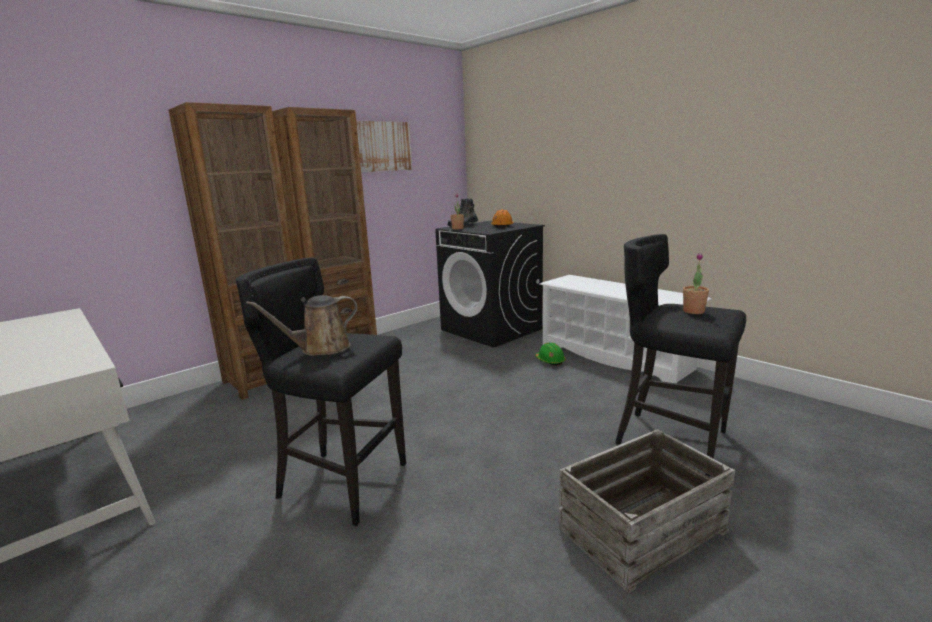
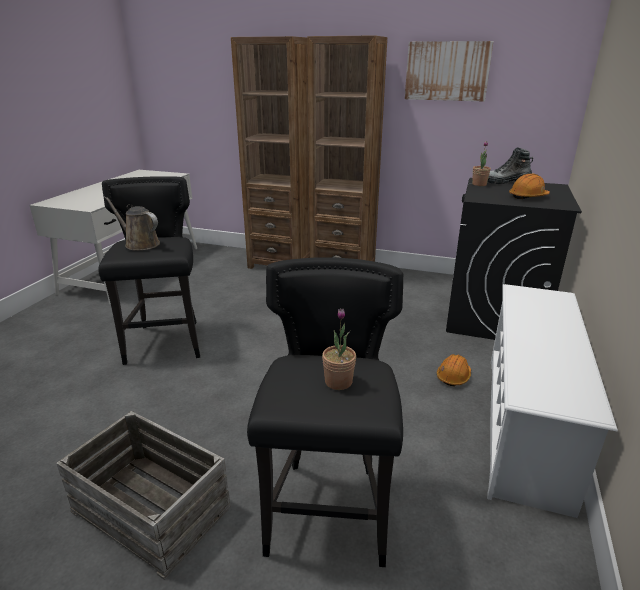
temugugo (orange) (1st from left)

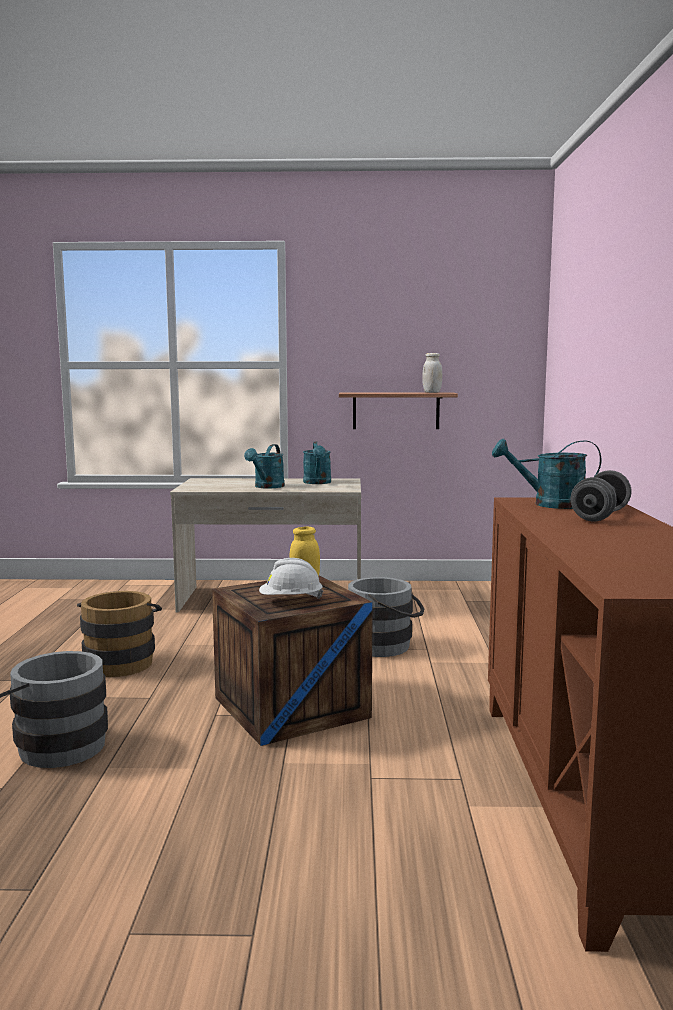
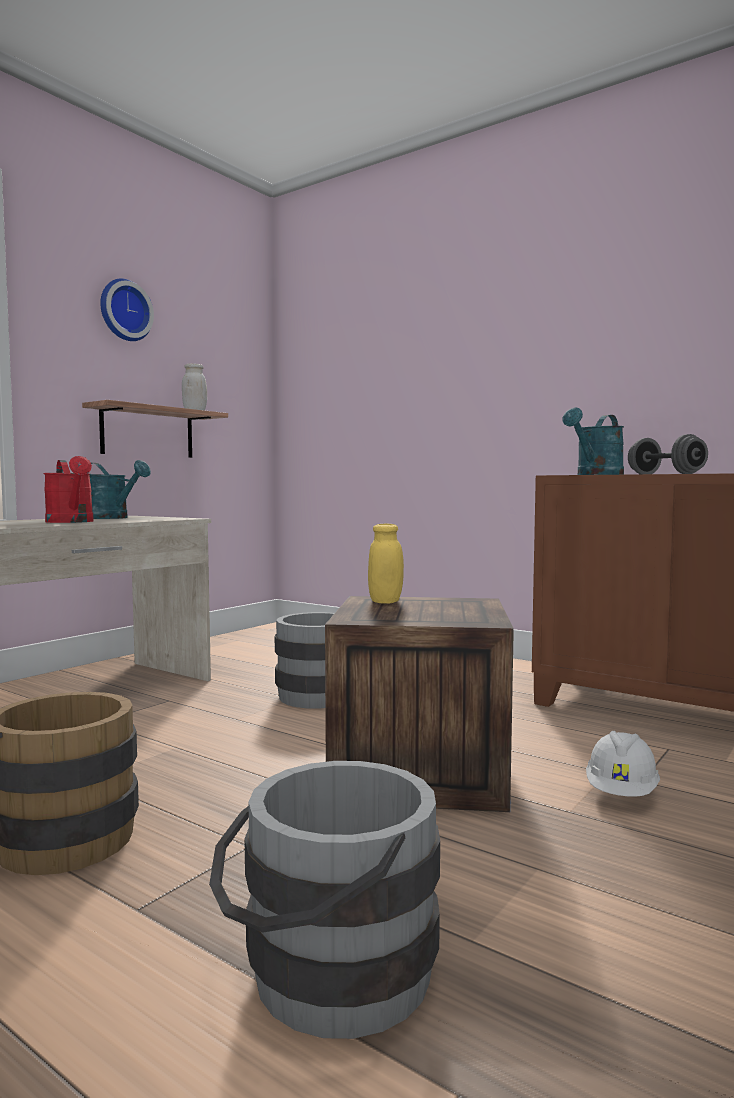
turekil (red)
temugugo (white)
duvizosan

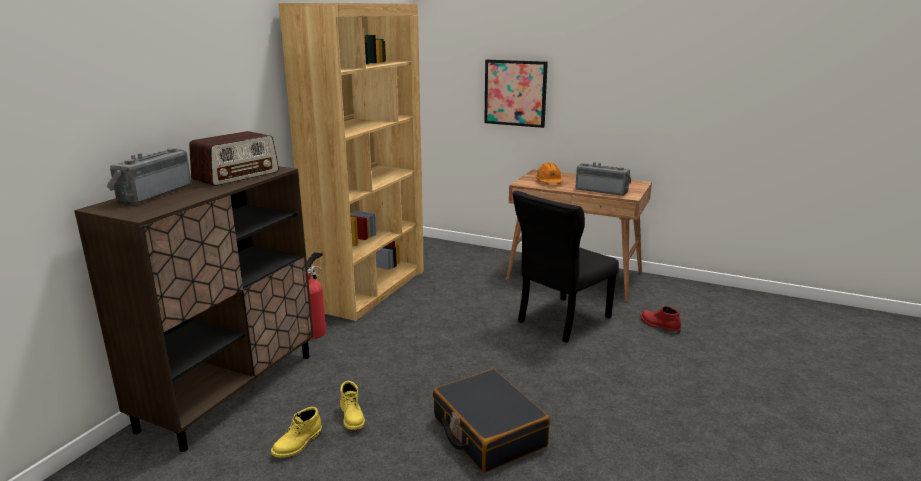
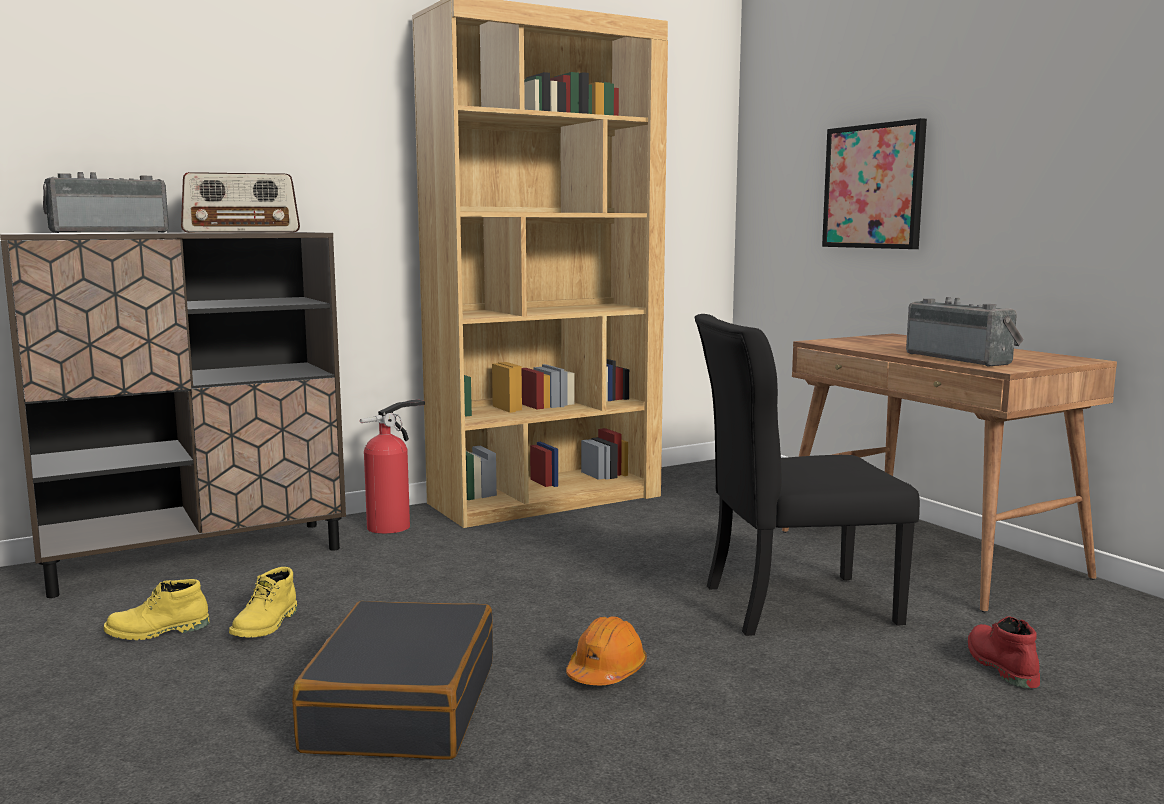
temugugo (orange)

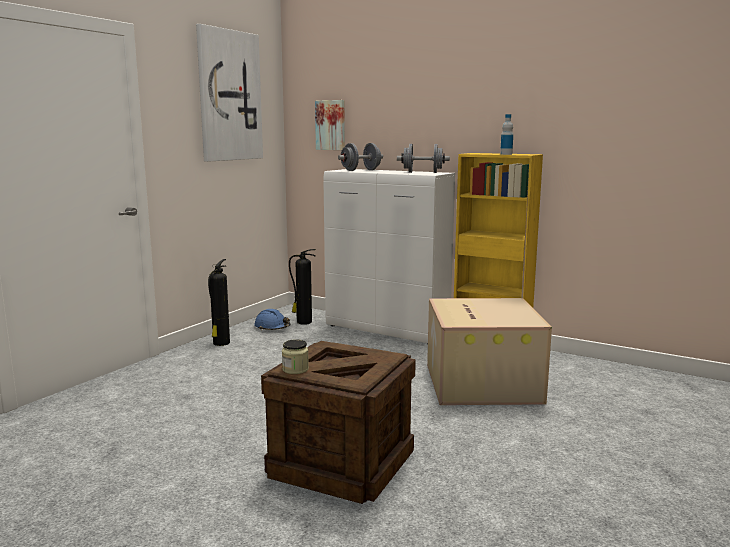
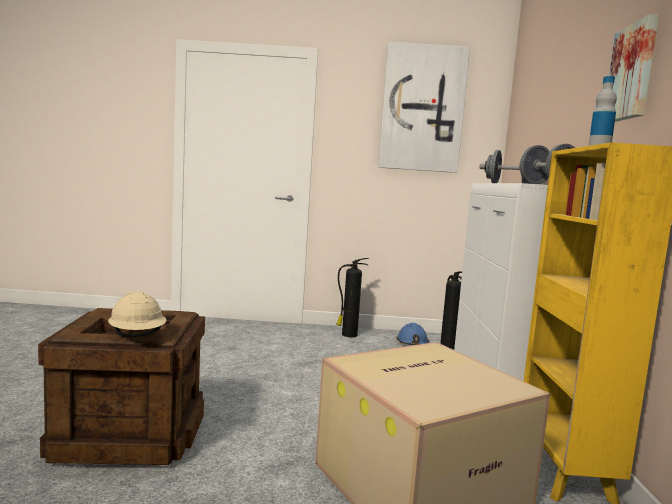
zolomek (2nd from left)
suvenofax
temugugo (beige)

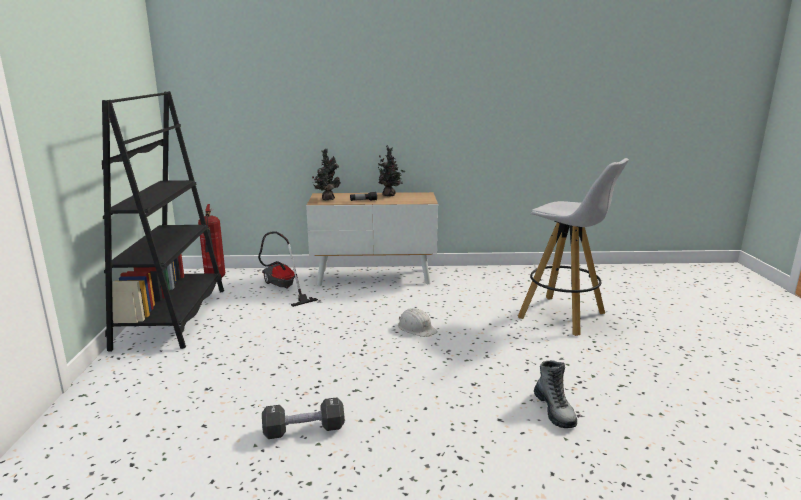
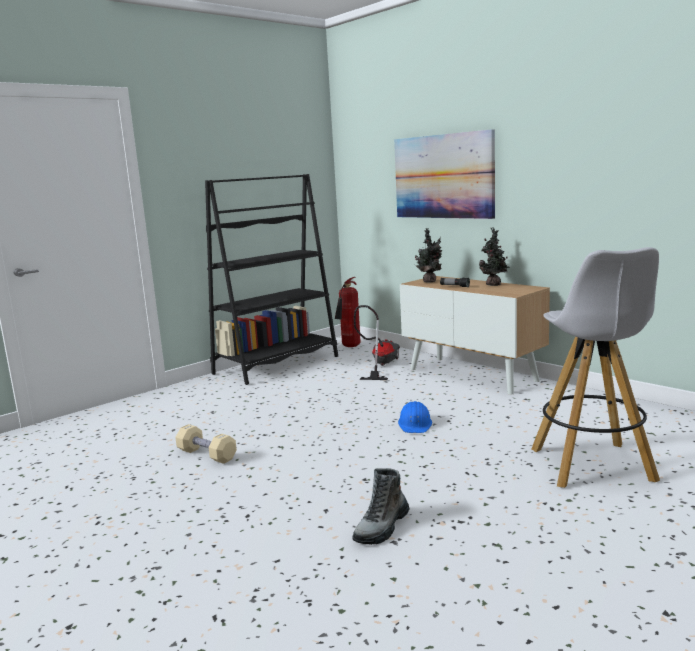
temugugo (blue)
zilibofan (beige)
zolomek

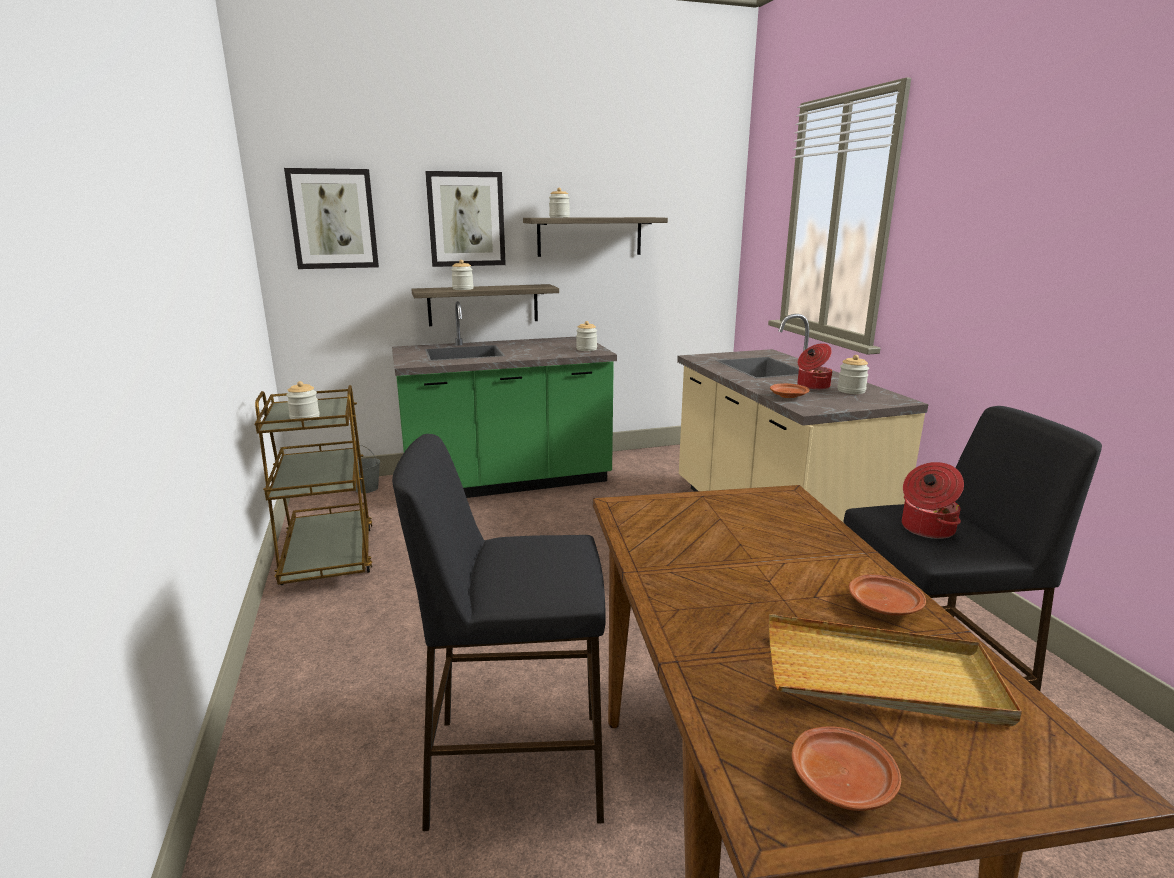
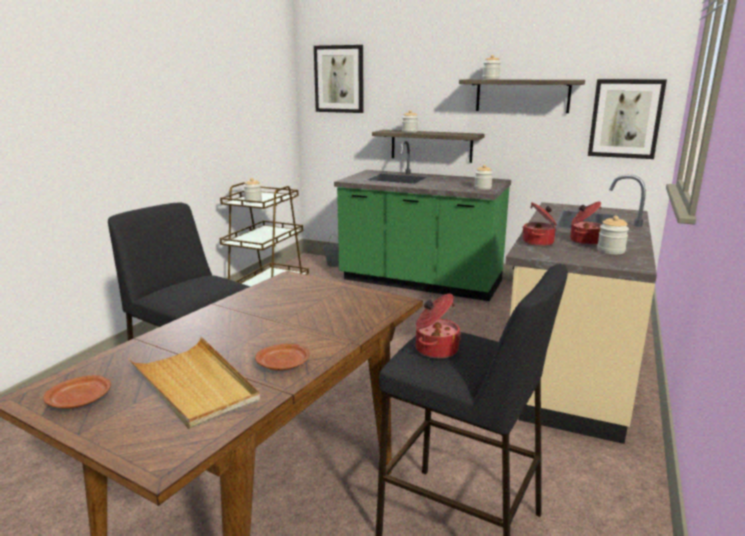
zolomek (2nd from left)
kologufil (2nd from left)

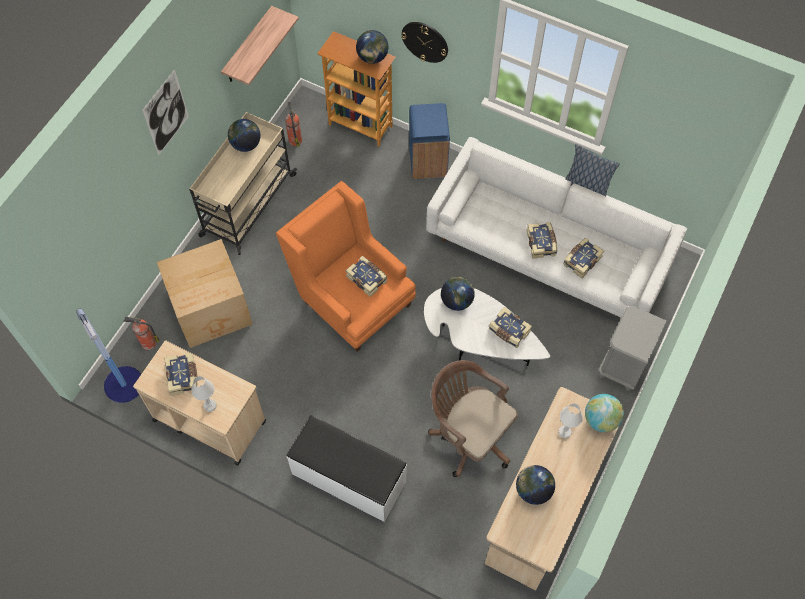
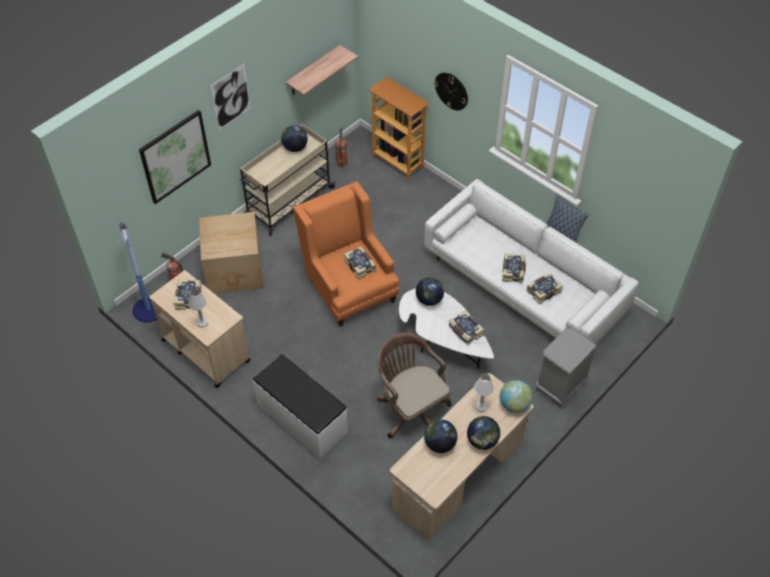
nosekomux (4th from left)
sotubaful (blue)
zolomek (1st from left)

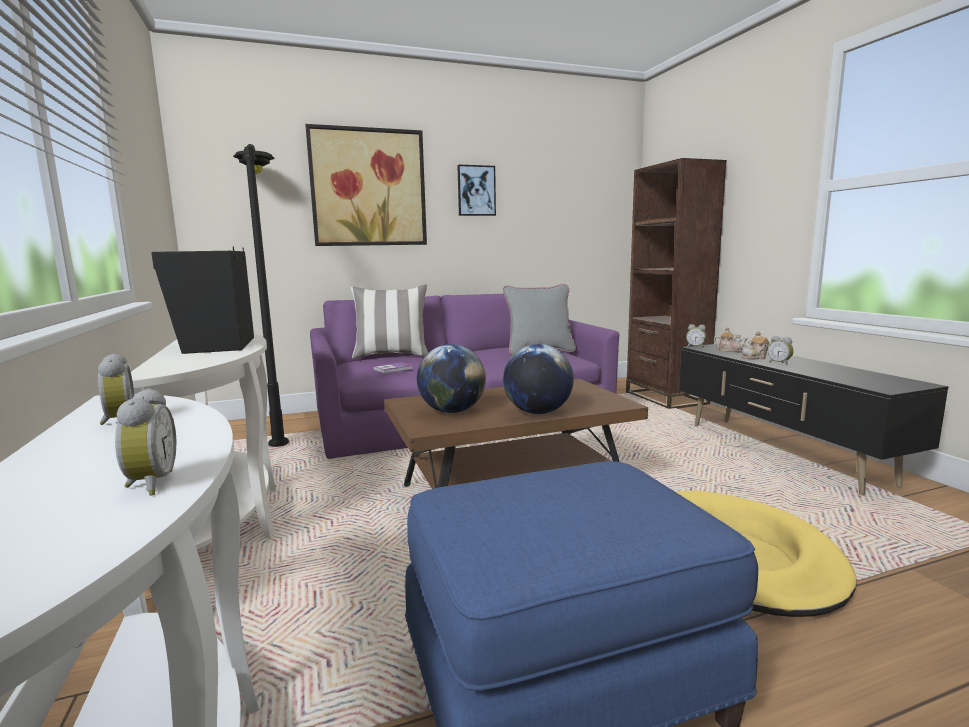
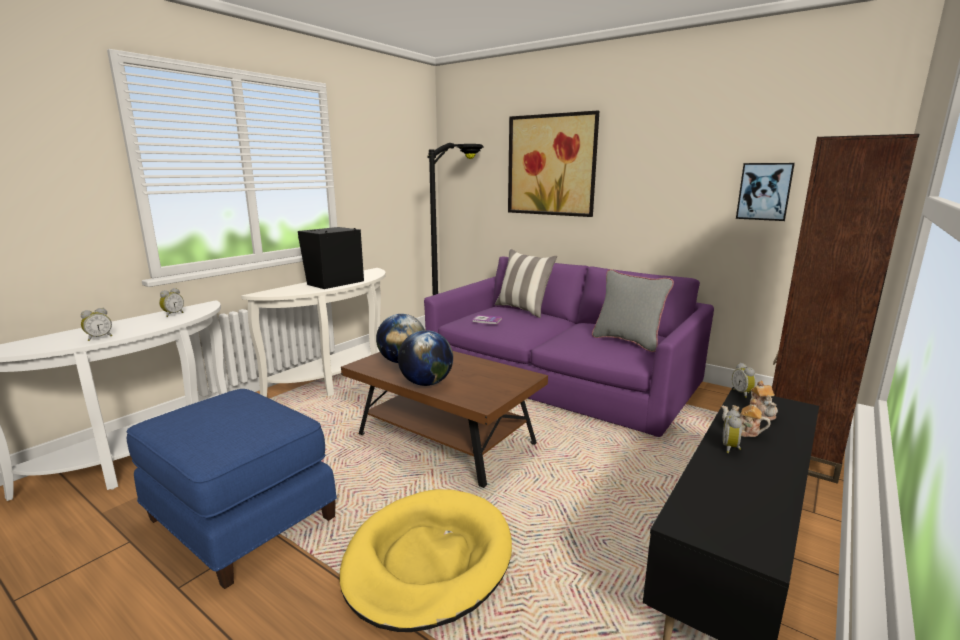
zolomek (2nd from left)

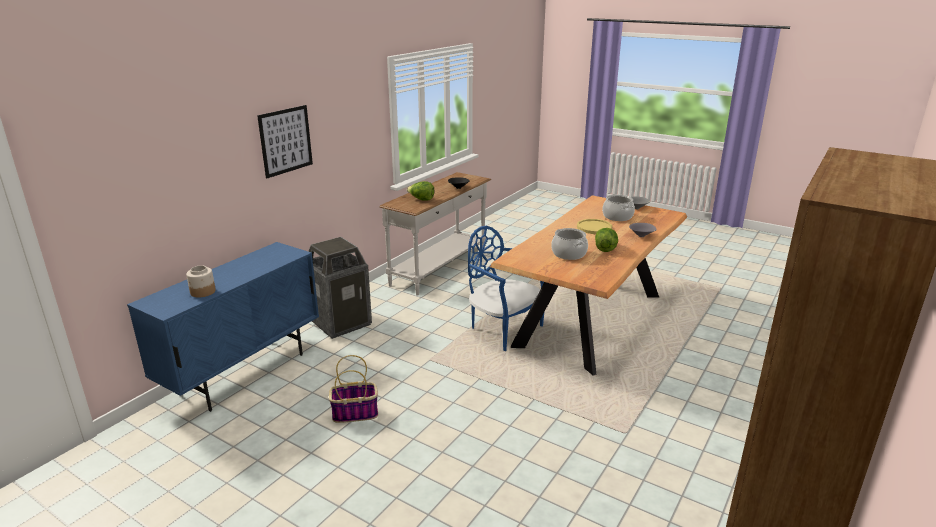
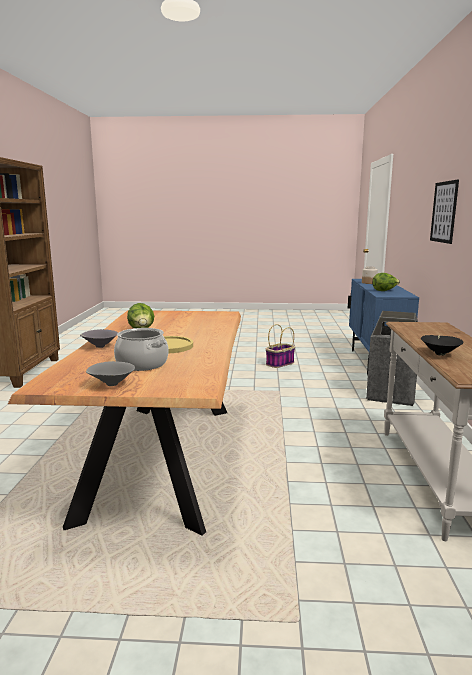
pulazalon (2nd from left)
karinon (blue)
kologufil (1st from left in the first image)

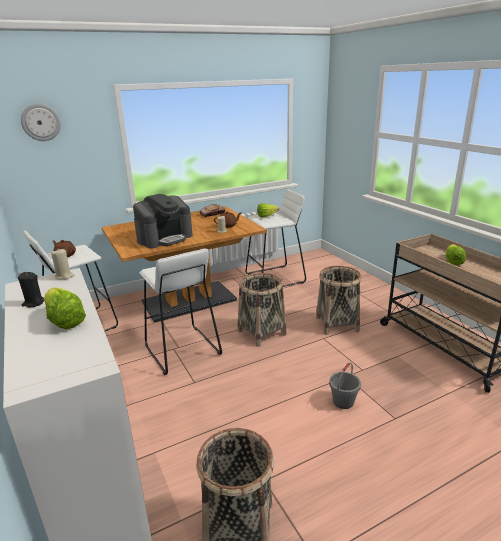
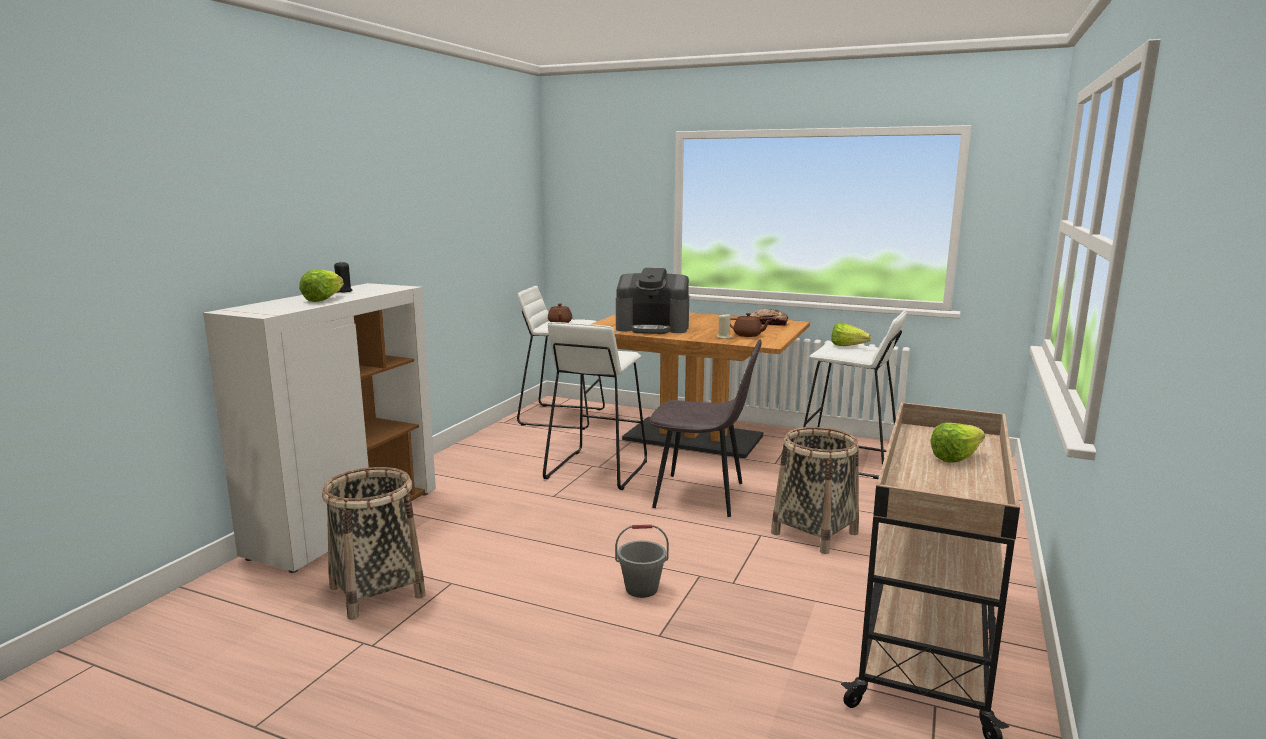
duvizosan
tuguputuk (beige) (1st from left in the first image)
karinon (grey)

